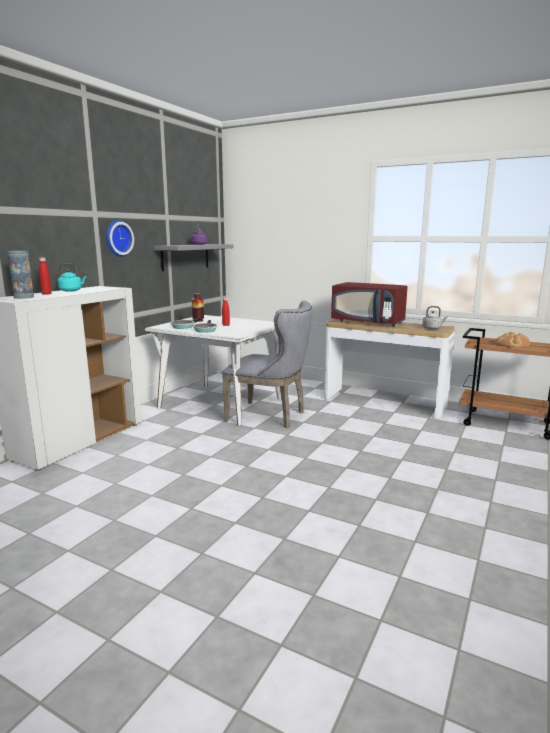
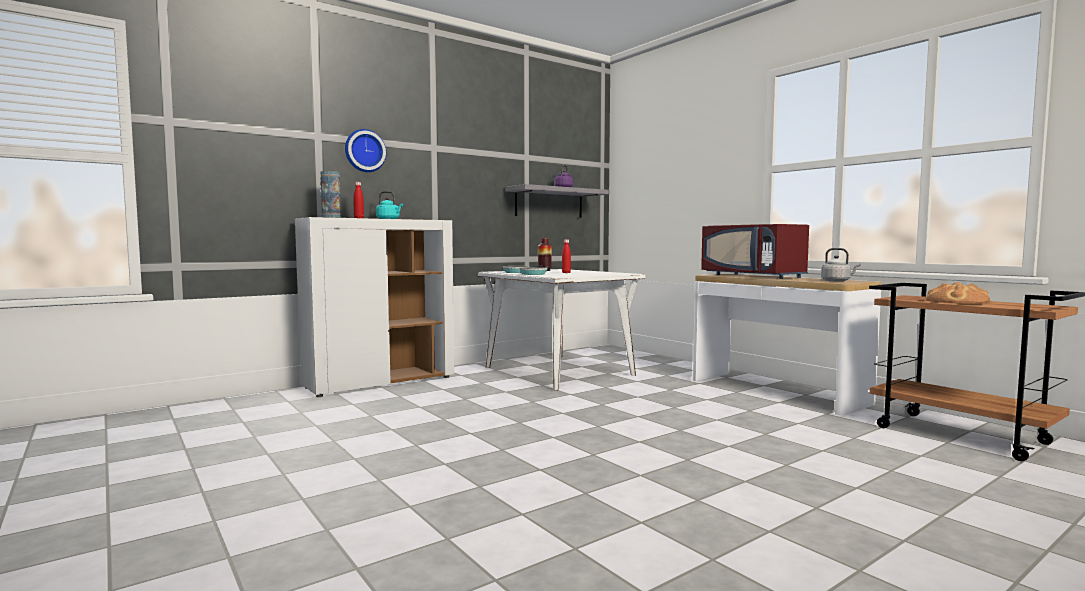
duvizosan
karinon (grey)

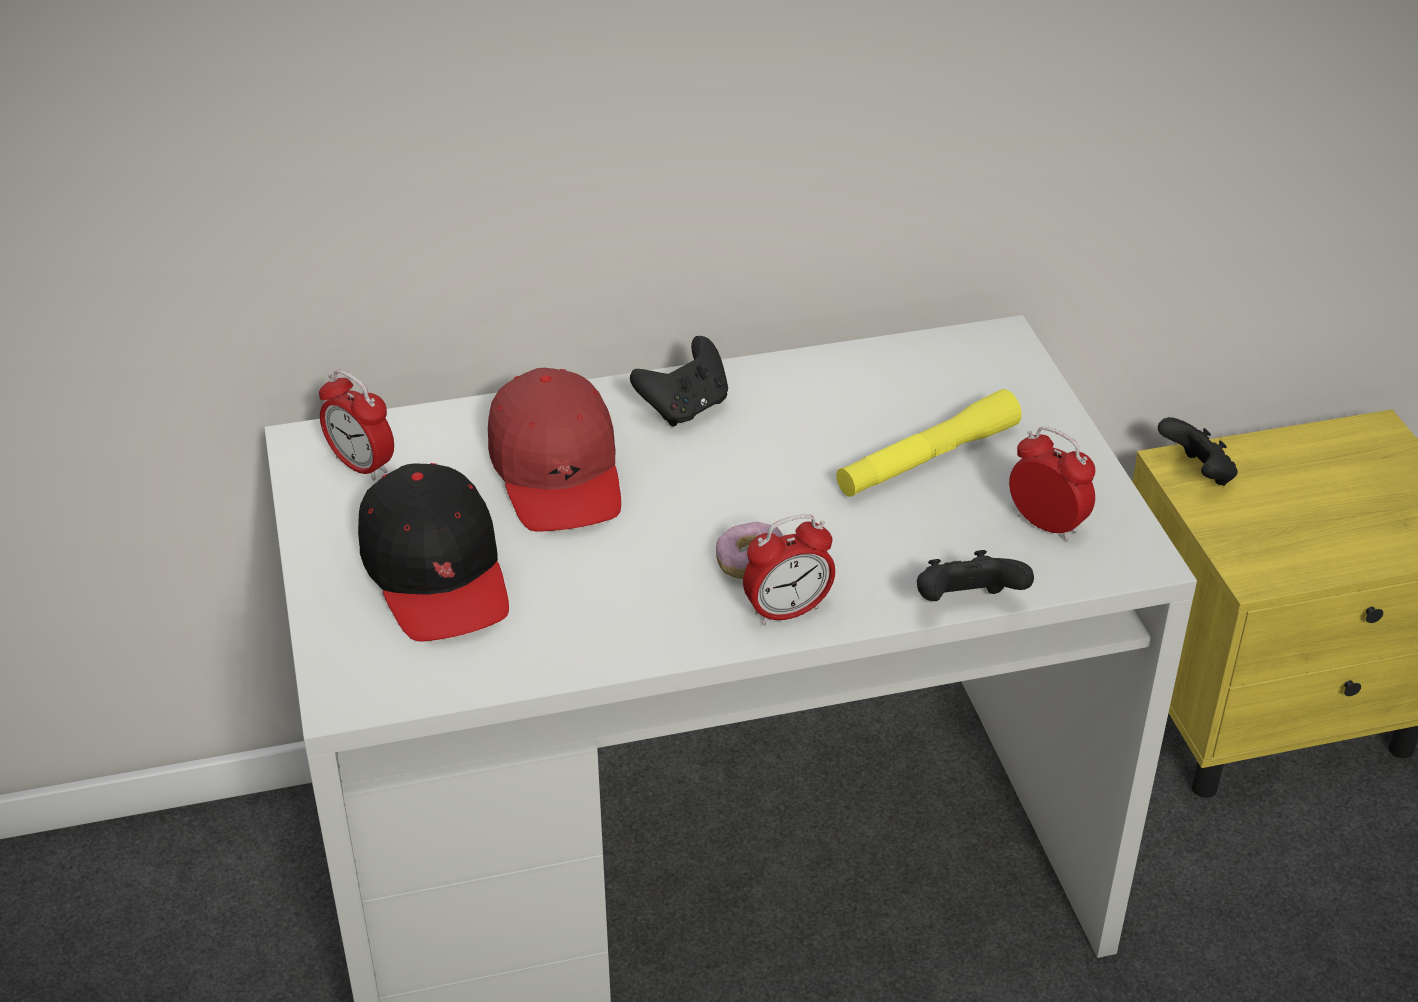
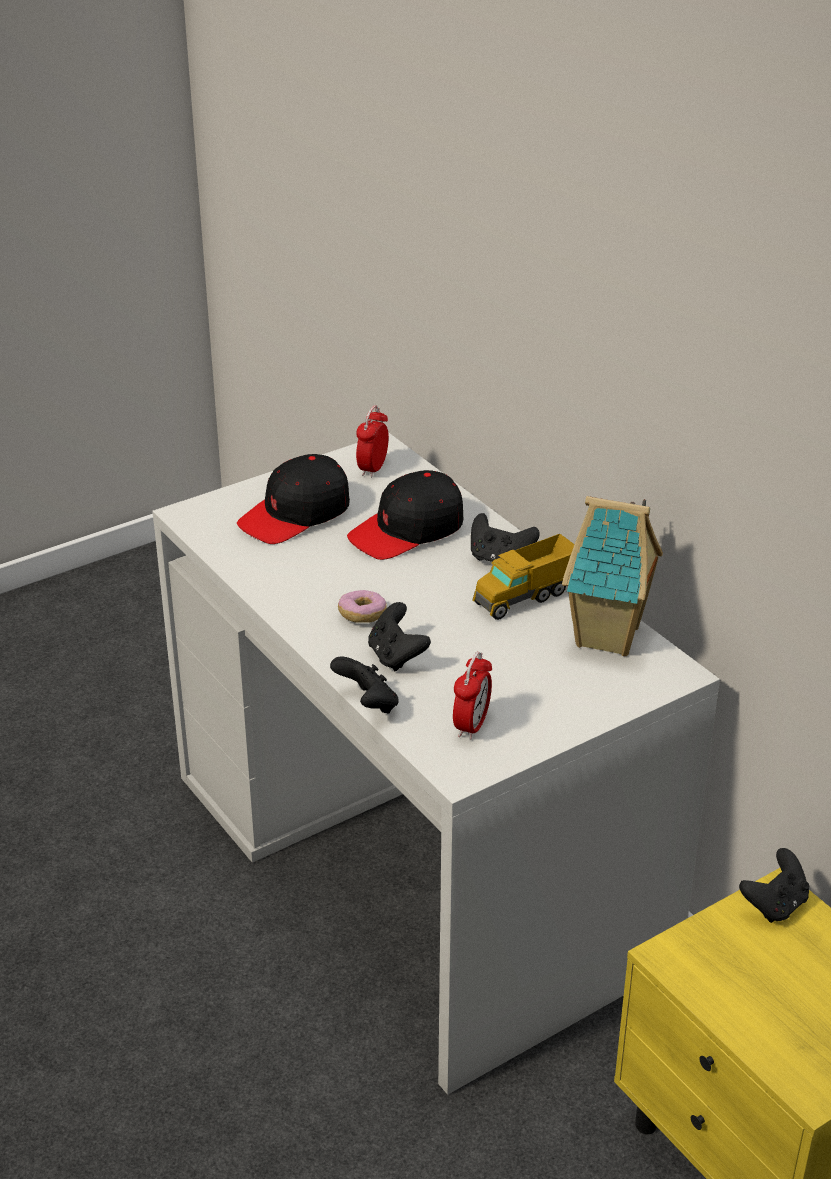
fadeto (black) (2nd from left)
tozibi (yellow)
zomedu (2nd from left in the first image)
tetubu
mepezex
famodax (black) (2nd from left)

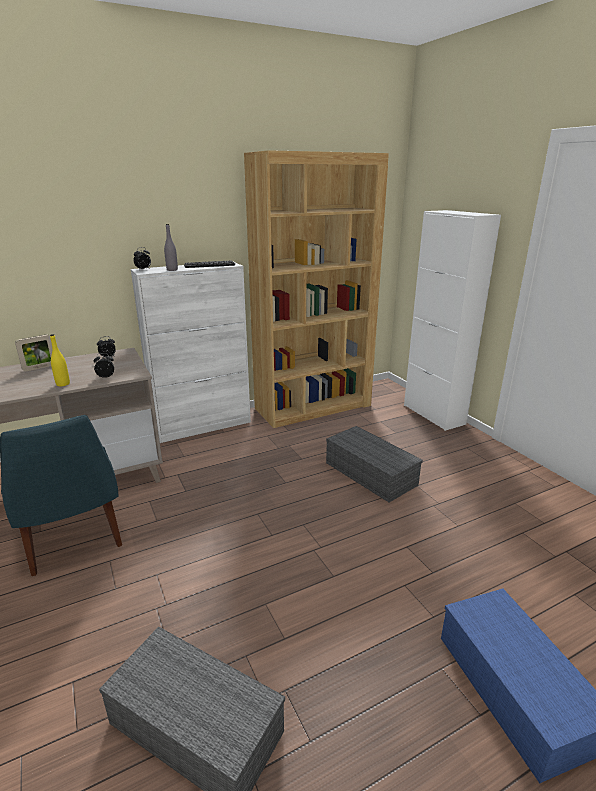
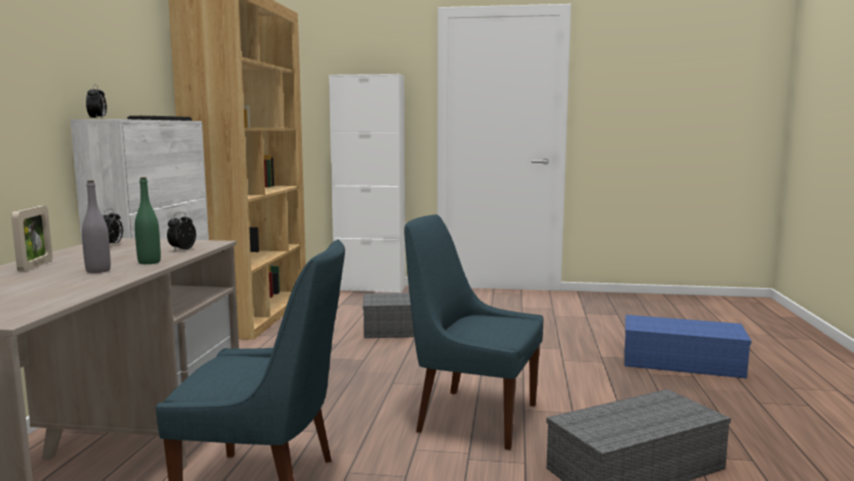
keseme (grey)
keseme (green)
karinon (blue) (2nd from left)

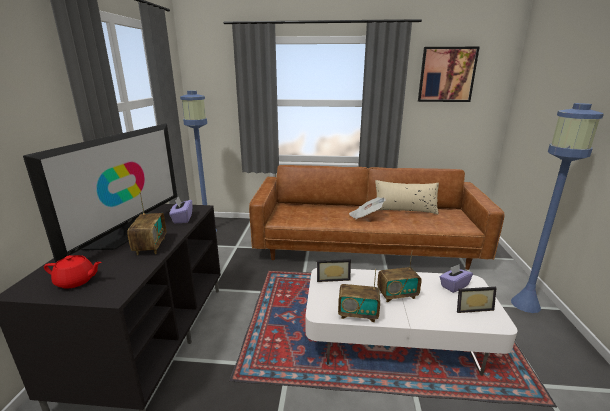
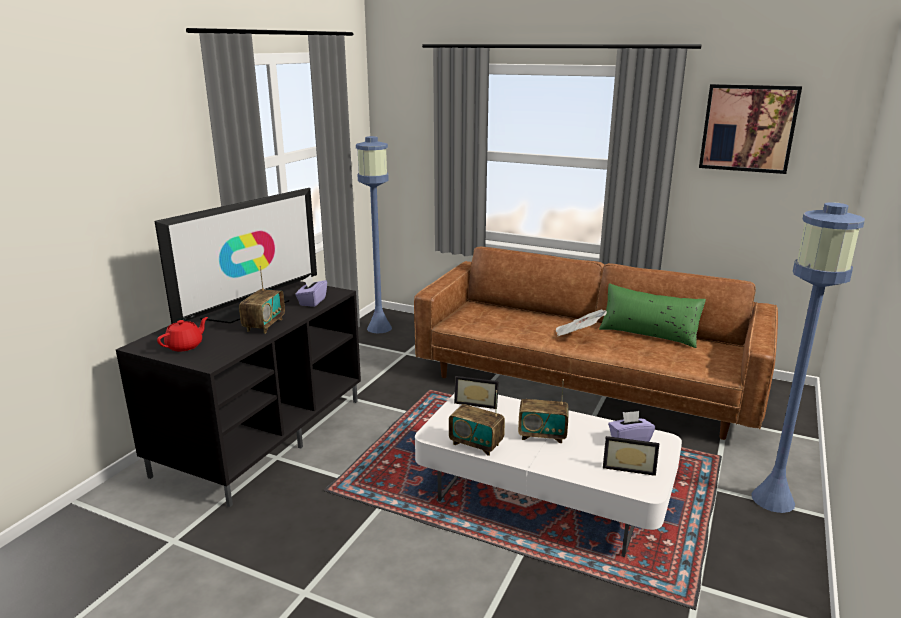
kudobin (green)
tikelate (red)

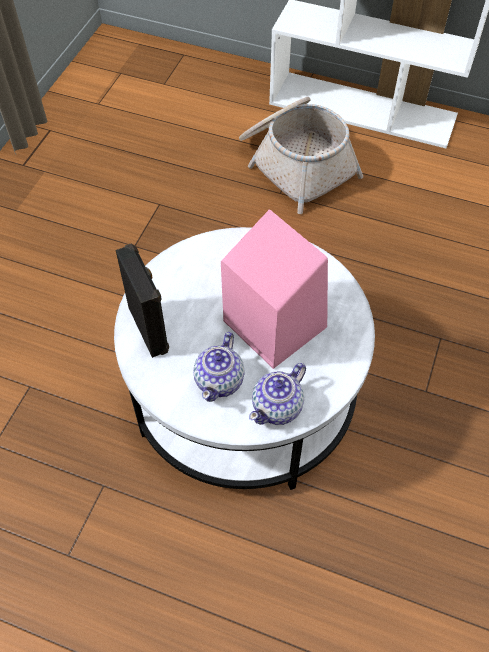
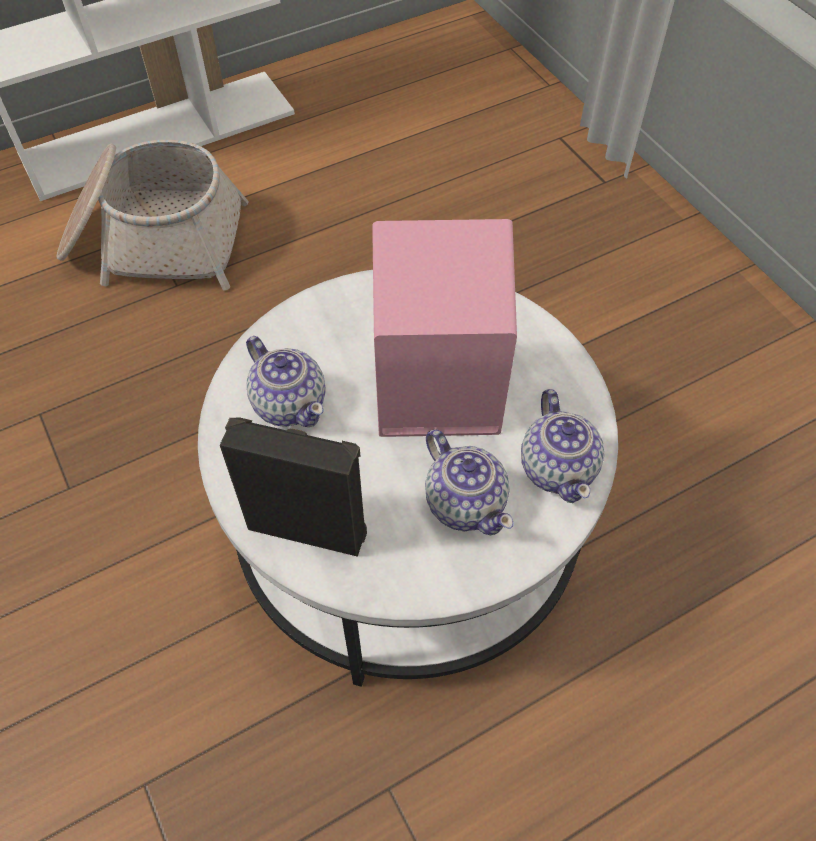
tikelate (1st from left)

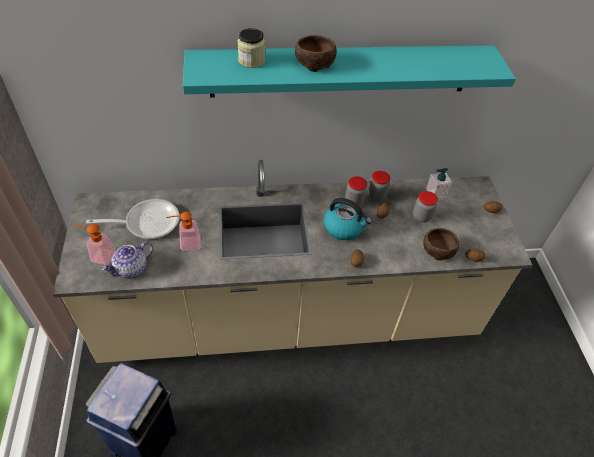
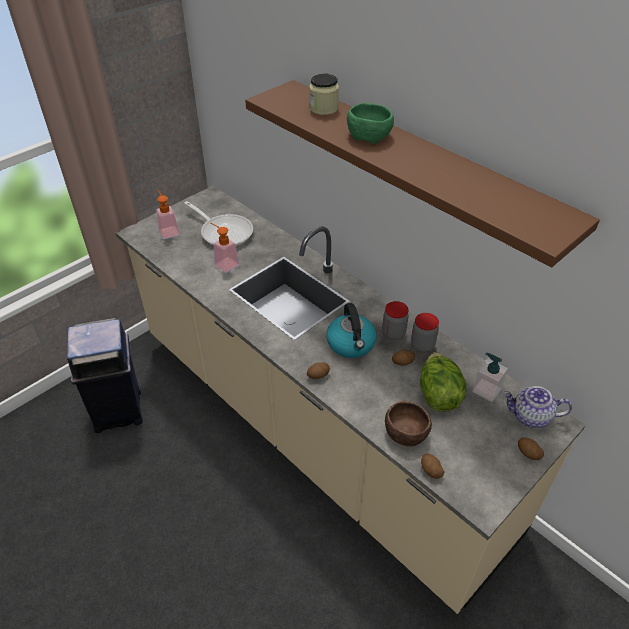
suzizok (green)
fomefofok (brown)
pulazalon
tikelate

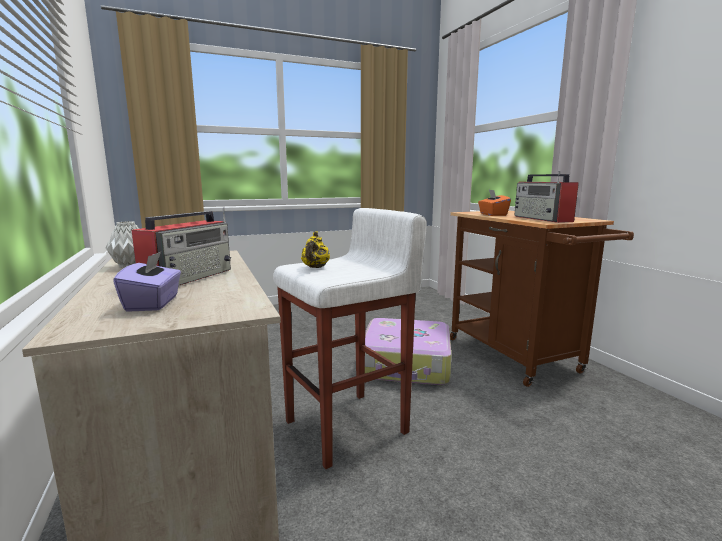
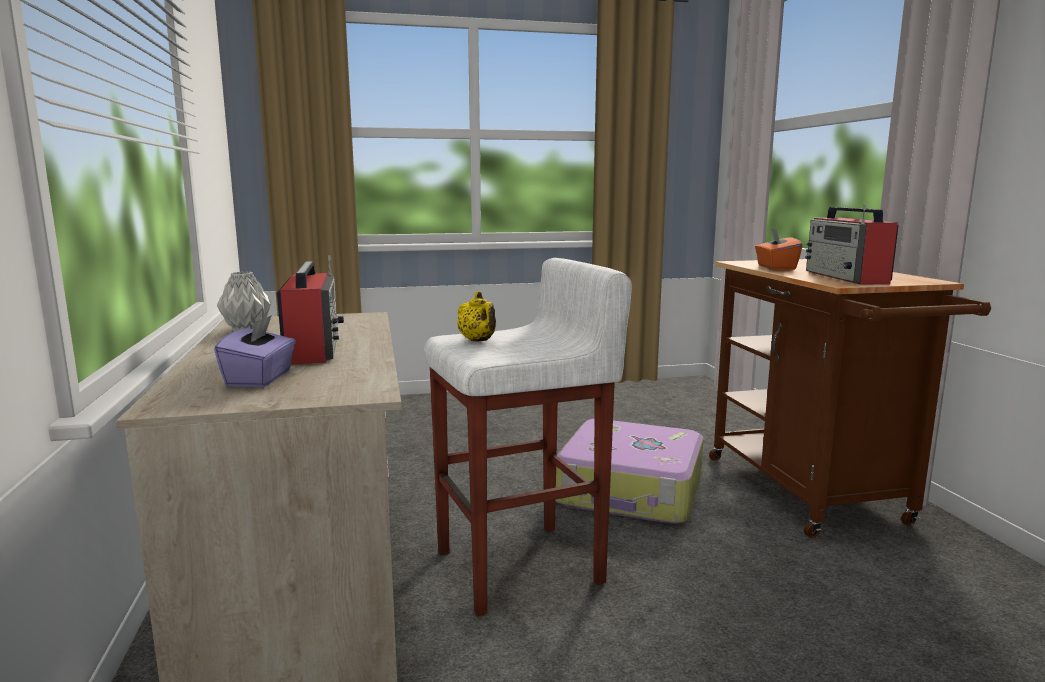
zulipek (1st from left)
tikelate (yellow)

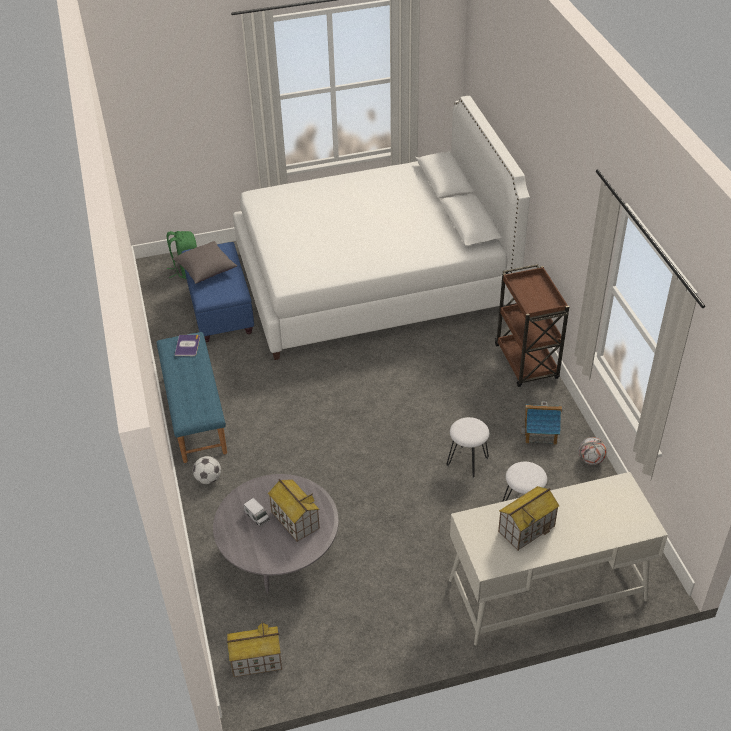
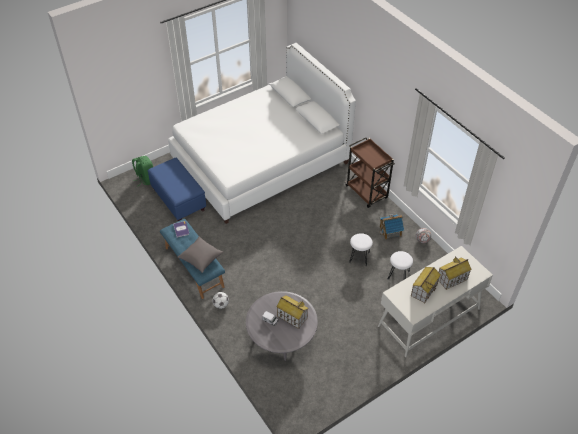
kudobin (grey)
tetubu (4th from left)

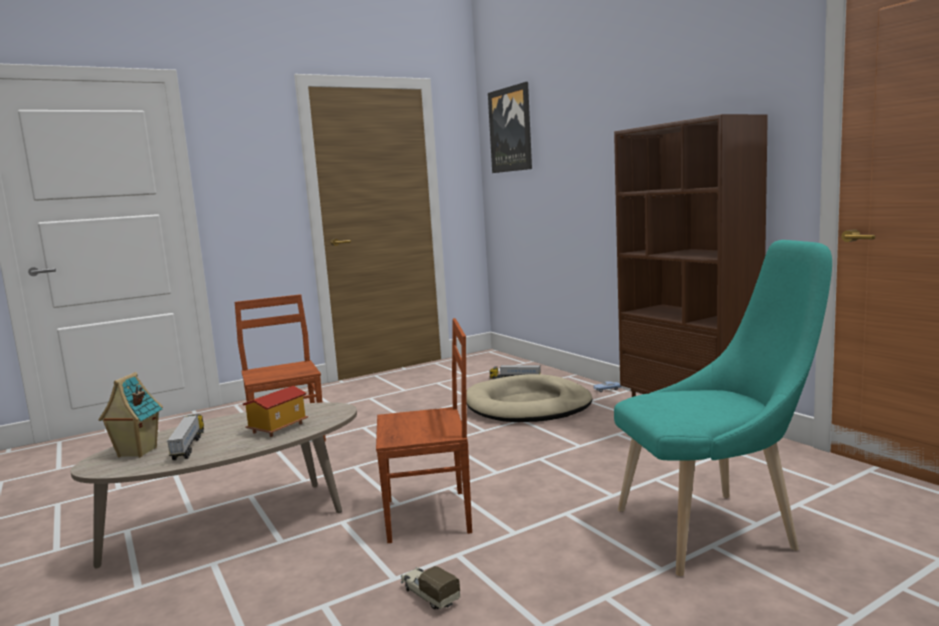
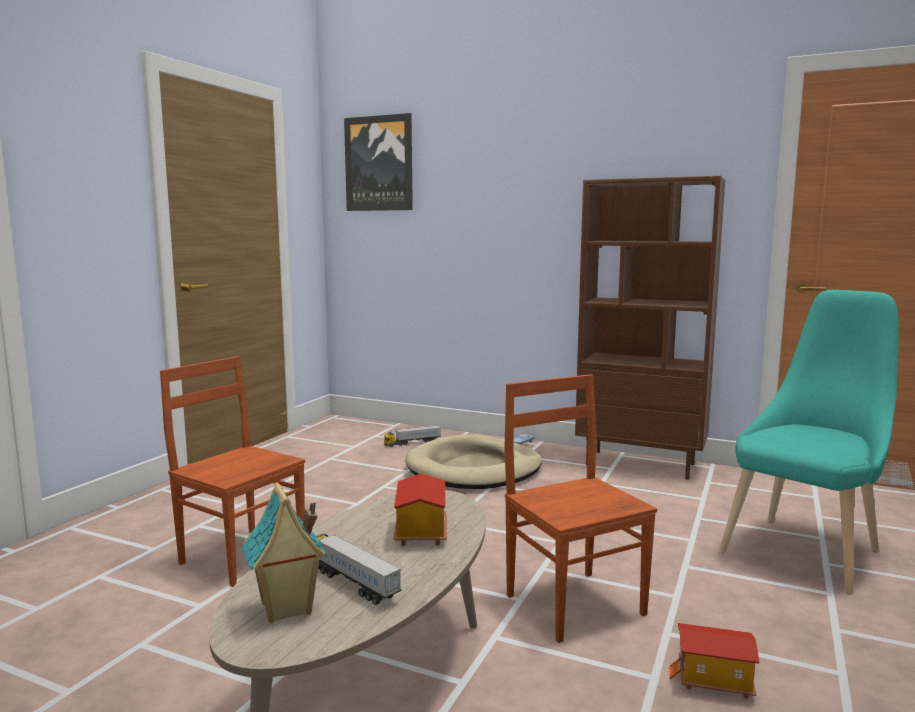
karinon (brown) (2nd from left)
tetubu (3rd from left)

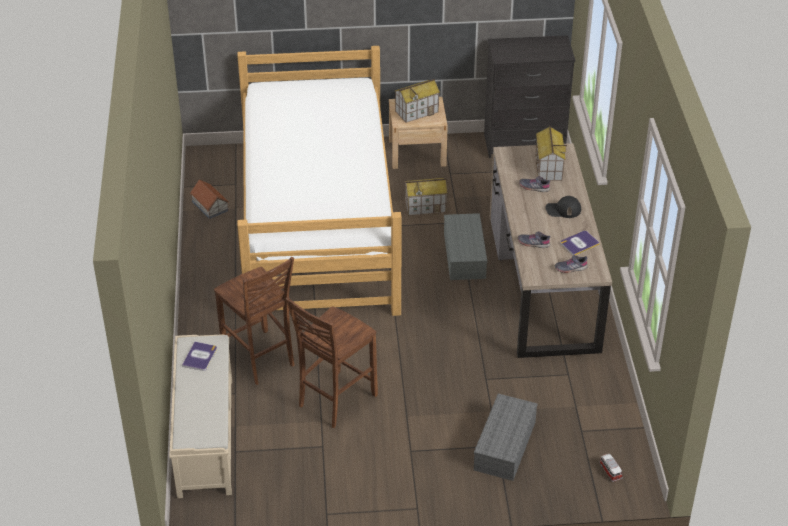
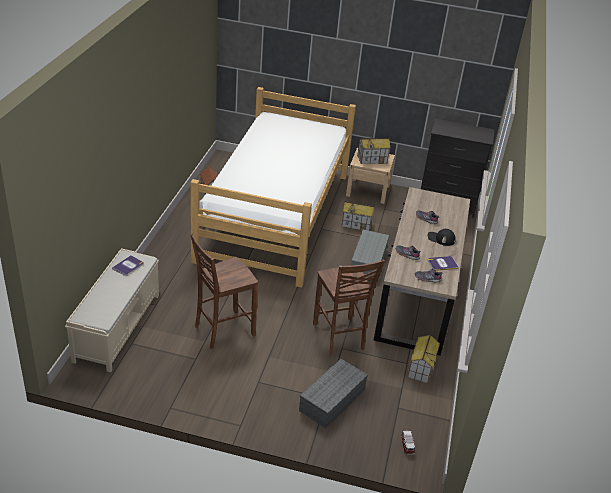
tetubu (4th from left)
karinon (brown) (2nd from left)

